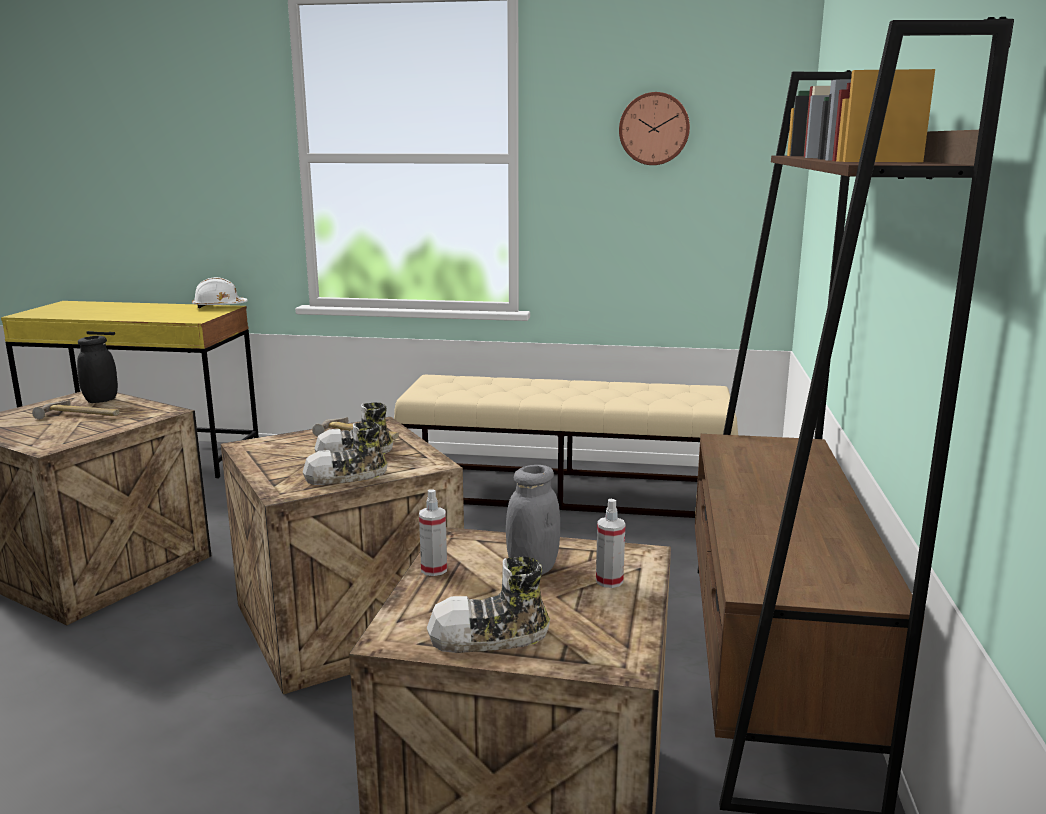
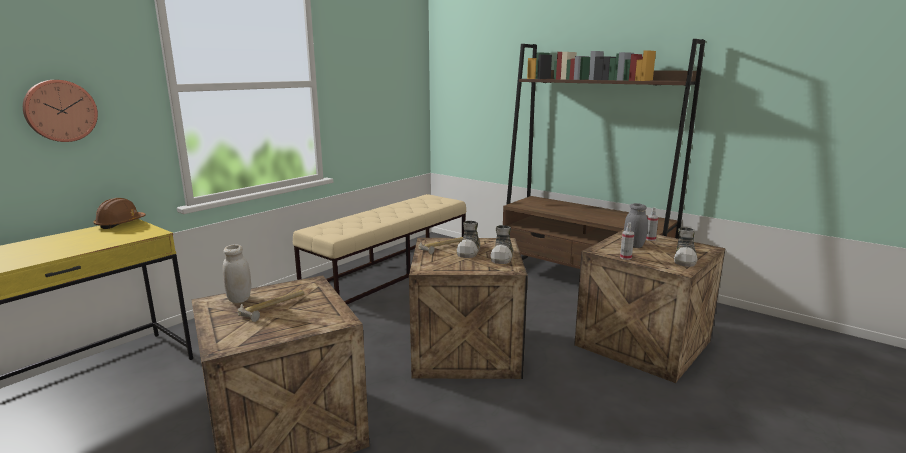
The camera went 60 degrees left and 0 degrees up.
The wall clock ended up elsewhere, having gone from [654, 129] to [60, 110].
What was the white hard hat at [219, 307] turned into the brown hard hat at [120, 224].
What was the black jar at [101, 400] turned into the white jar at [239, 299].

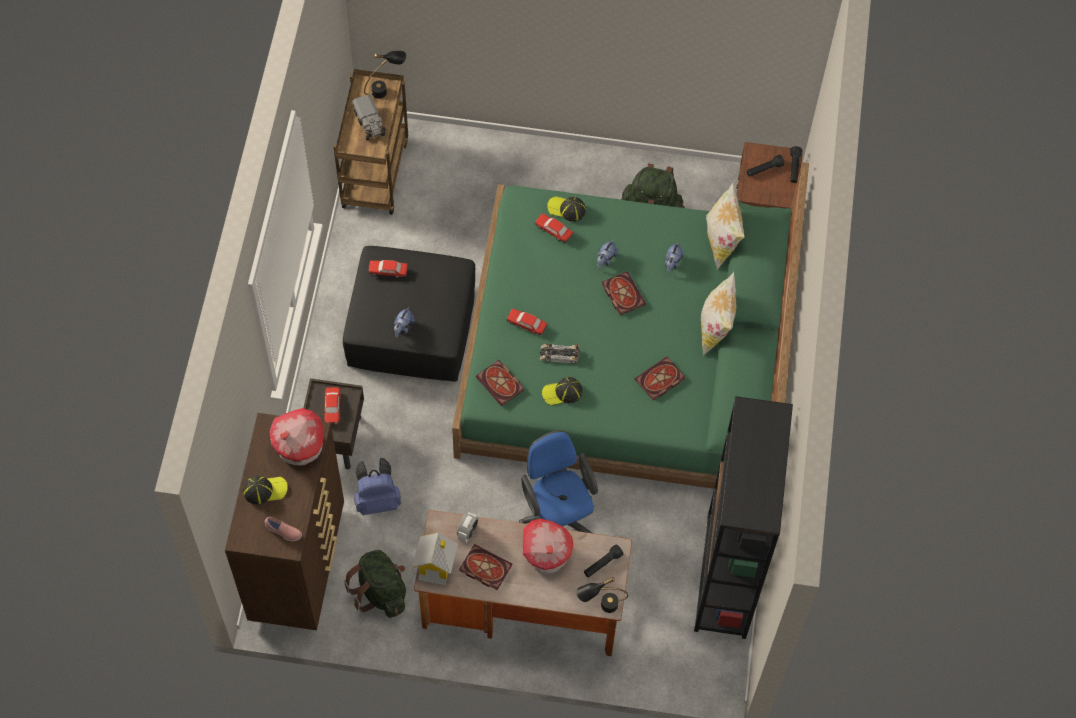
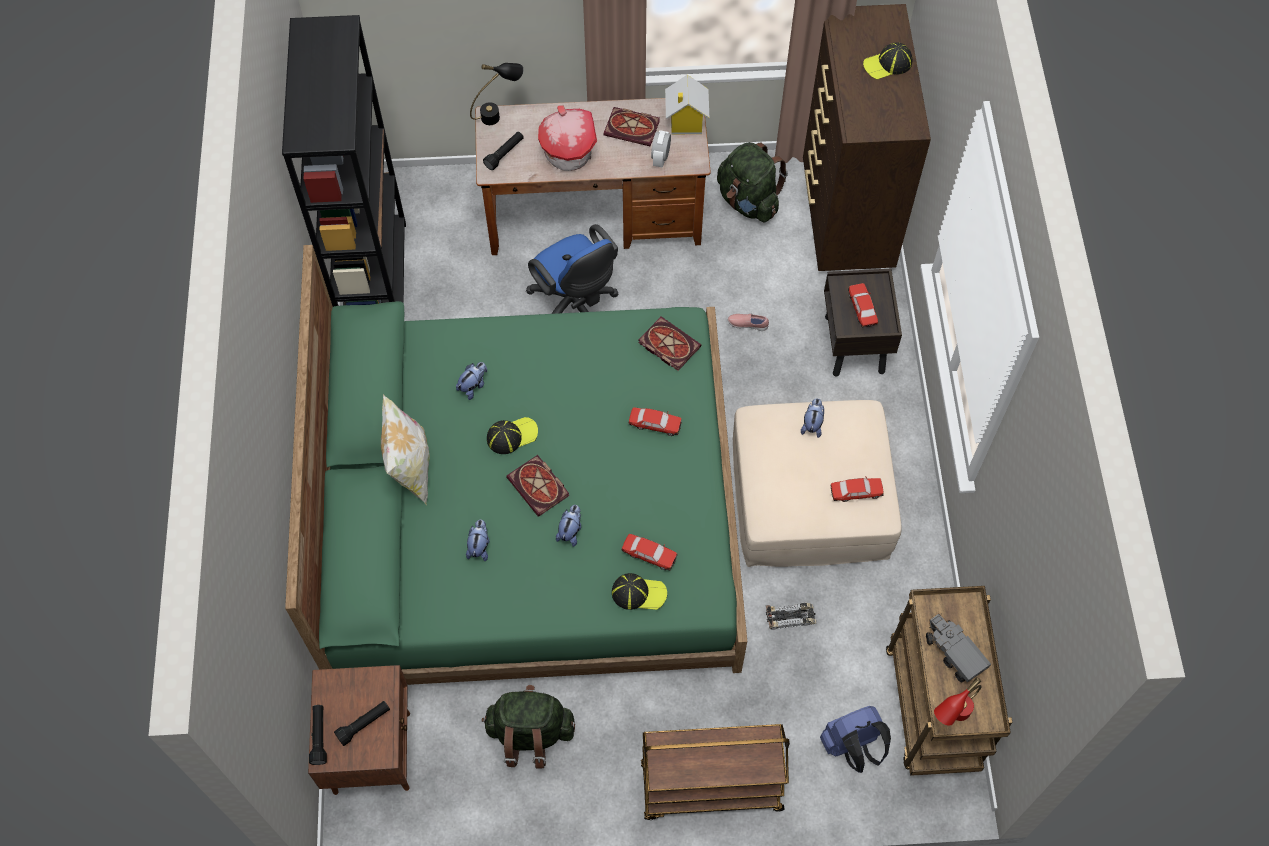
The camera went 170 degrees right and 0 degrees up.
Where the book stood at [659, 380], the plush toy came to stand at [473, 386].
The cap ended up elsewhere, having gone from [562, 392] to [512, 435].
The second view gained the brown cart at [710, 788].
The pink shoe ended up elsewhere, having gone from [283, 532] to [747, 324].
What was the black ottoman at [412, 326] turned into the beige ottoman at [808, 498].
The toy car ended up elsewhere, having gone from [559, 355] to [790, 617].
The blue backpack ended up elsewhere, having gone from [377, 500] to [852, 746].
What was the black table lamp at [386, 89] turned into the red table lamp at [951, 717].
The second view lost the toy house at [300, 447].
The second view lost the pillow at [721, 241].

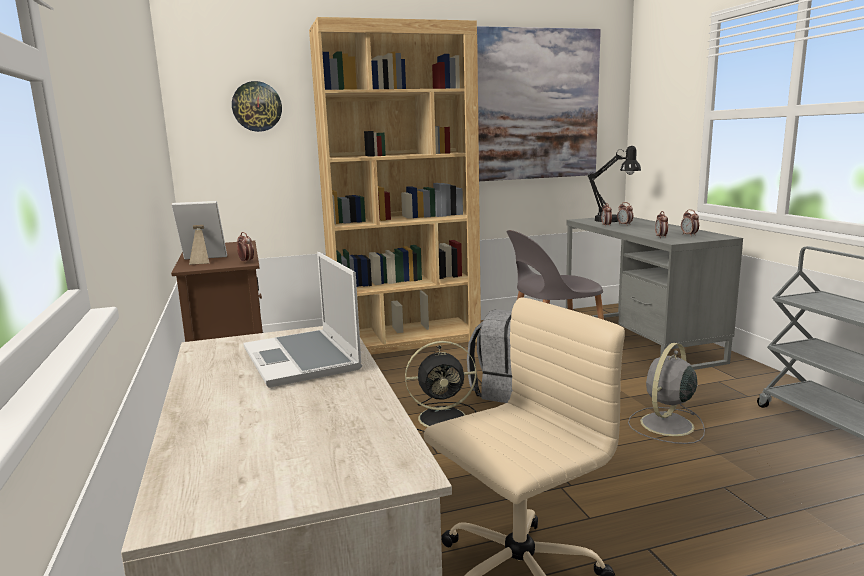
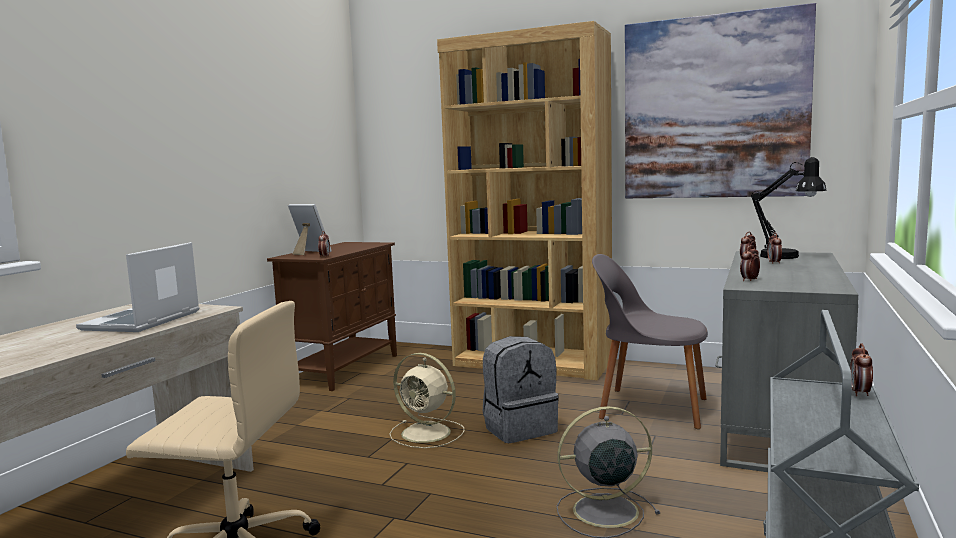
The camera went 40 degrees right and 5 degrees down.
What was the black fan at [444, 417] turned into the beige fan at [428, 433].
The alarm clock ended up elsewhere, having gone from [689, 235] to [860, 393].
The second view lost the wall clock at [257, 106].

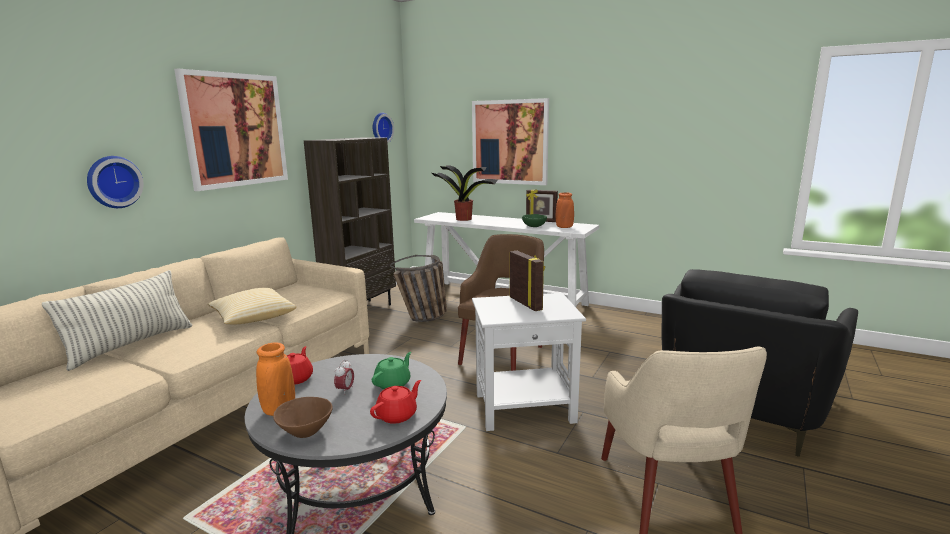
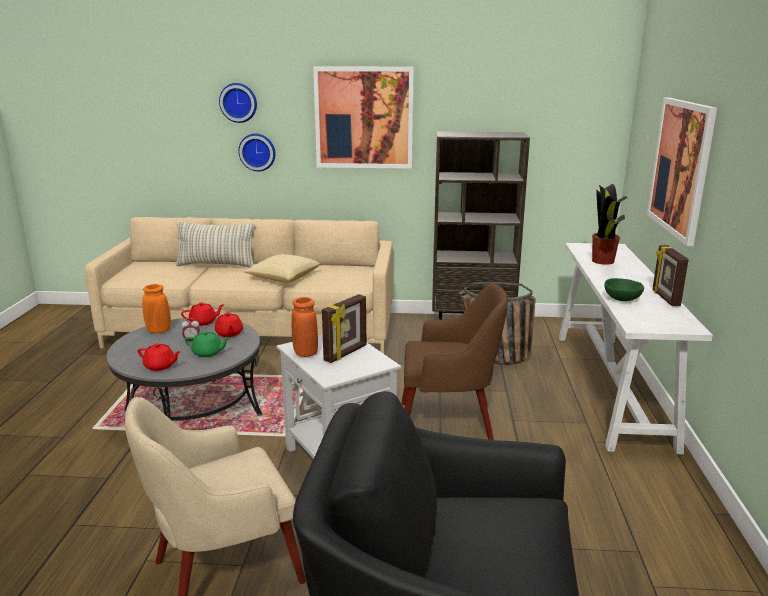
The camera went 65 degrees right and 5 degrees up.
The second view gained the red teapot at [229, 333].
The wall clock ended up elsewhere, having gone from [380, 128] to [239, 102].
The orange vase ended up elsewhere, having gone from [564, 227] to [305, 353].
The second view lost the brown bowl at [305, 431].

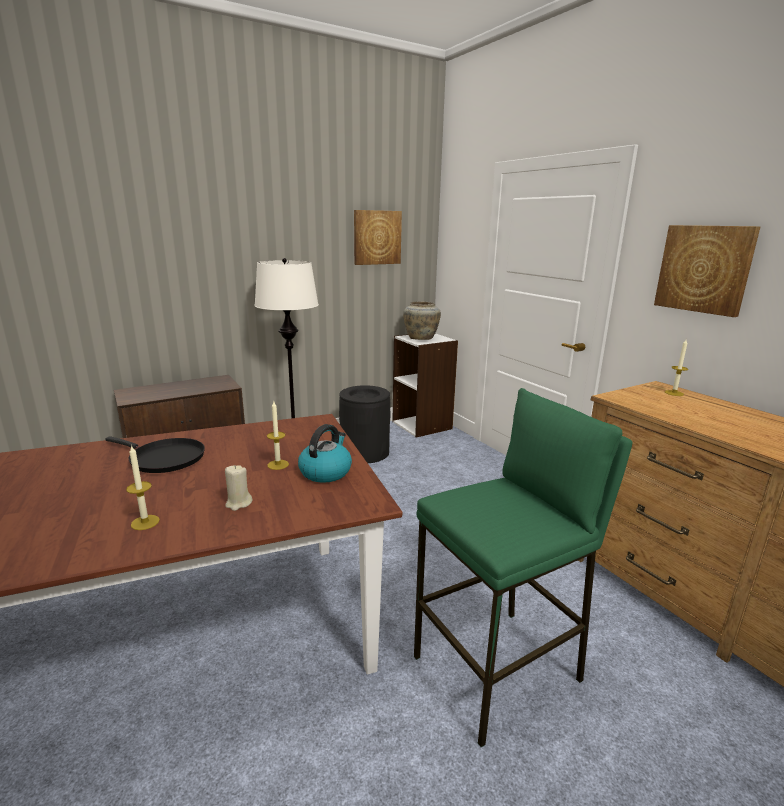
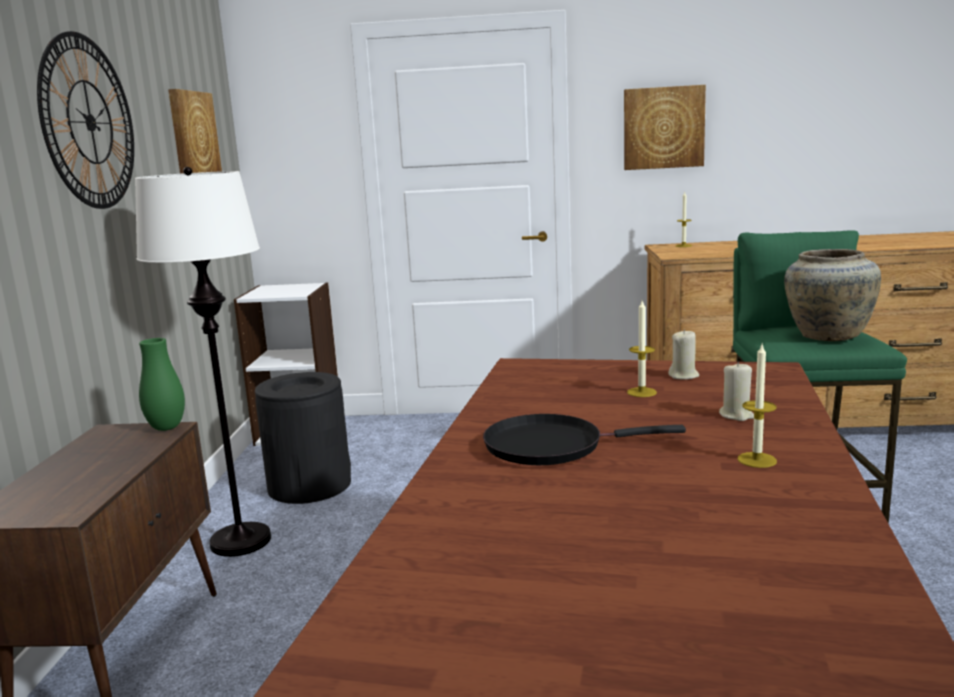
The camera went 55 degrees left and 5 degrees down.
The second view gained the wall clock at [89, 122].
The second view gained the green vase at [166, 428].
The black frying pan at [163, 459] ended up facing another way, 150 degrees counterclockwise from before.
Where the kettle stood at [325, 472], the beige candle came to stand at [683, 376].
The beige vase ended up elsewhere, having gone from [421, 338] to [827, 335].

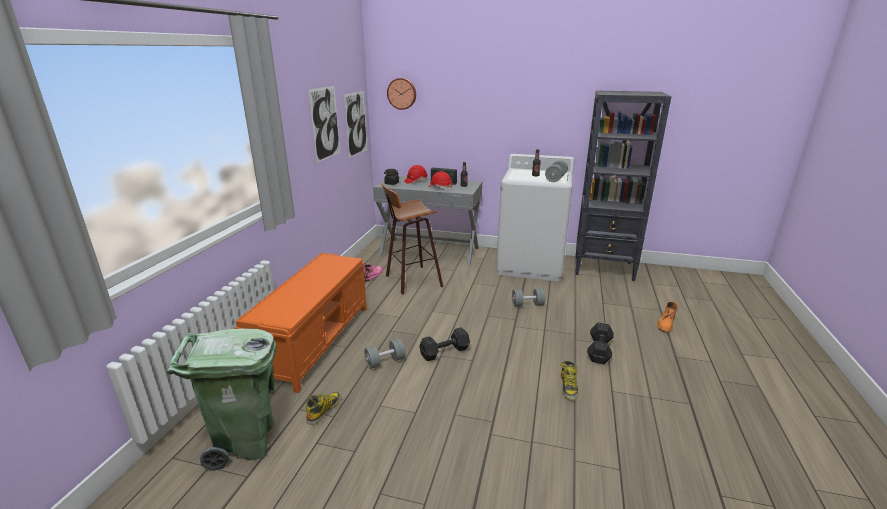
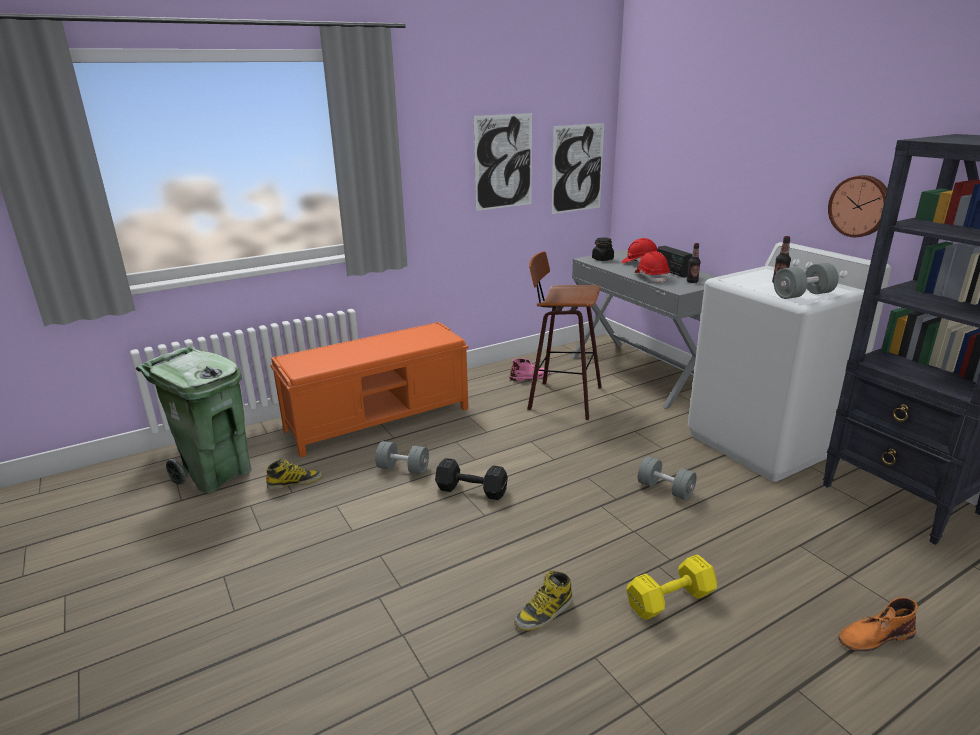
The camera went 45 degrees right and 0 degrees up.
What was the black dumbbell at [599, 350] turned into the yellow dumbbell at [672, 600].
The wall clock ended up elsewhere, having gone from [402, 93] to [860, 206].

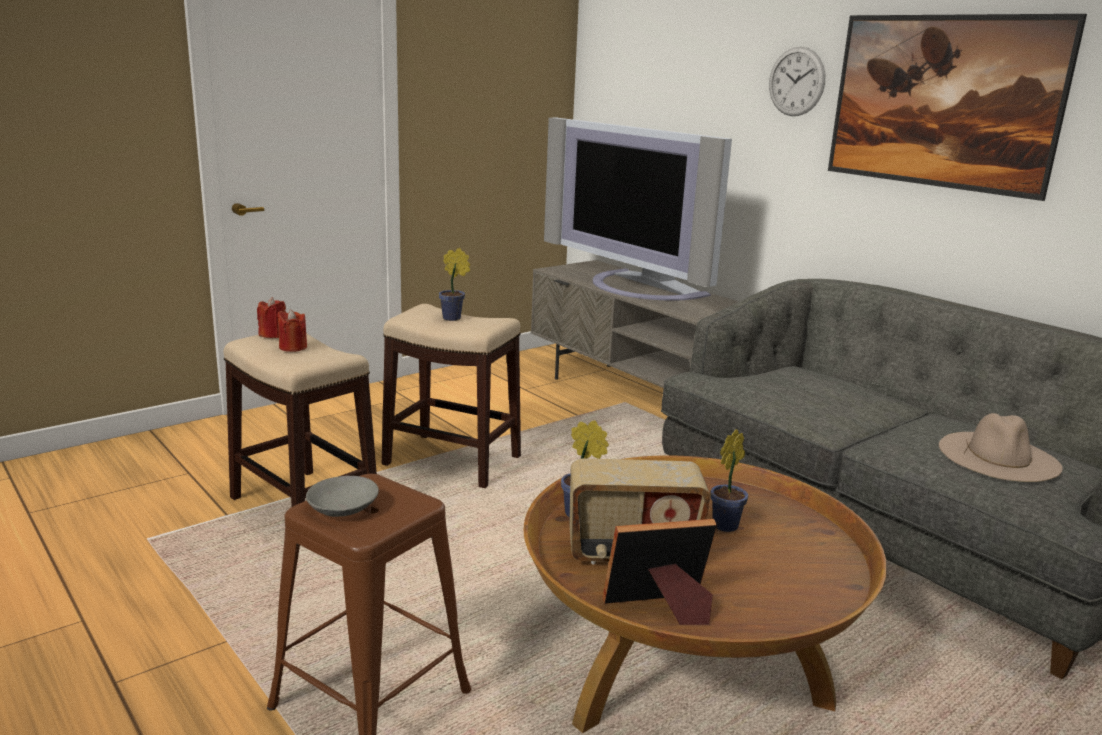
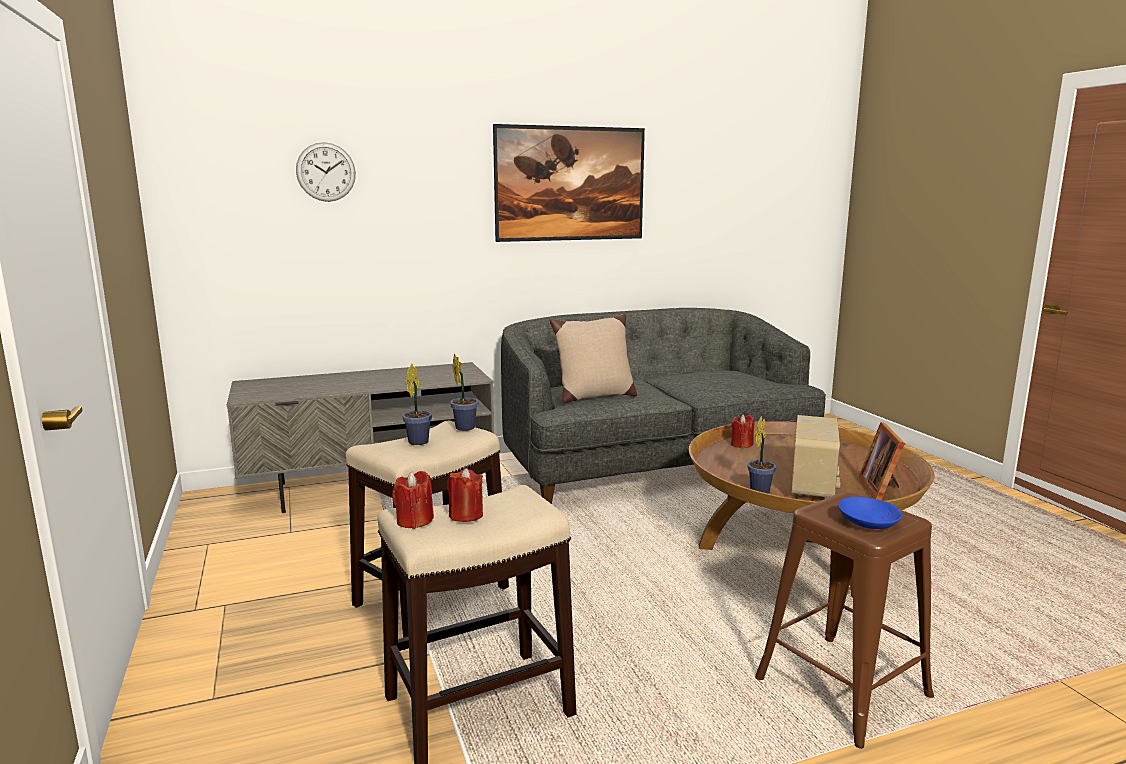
The camera went 70 degrees left and 5 degrees down.
The wall clock ended up elsewhere, having gone from [796, 81] to [326, 172].
The potted plant ended up elsewhere, having gone from [727, 524] to [464, 427].
The second view gained the beige pillow at [594, 396].
The second view gained the red candle at [741, 445].
What was the grey bowl at [342, 509] turned into the blue bowl at [869, 523].
The second view lost the television at [637, 287].
The second view lost the beige hat at [998, 456].

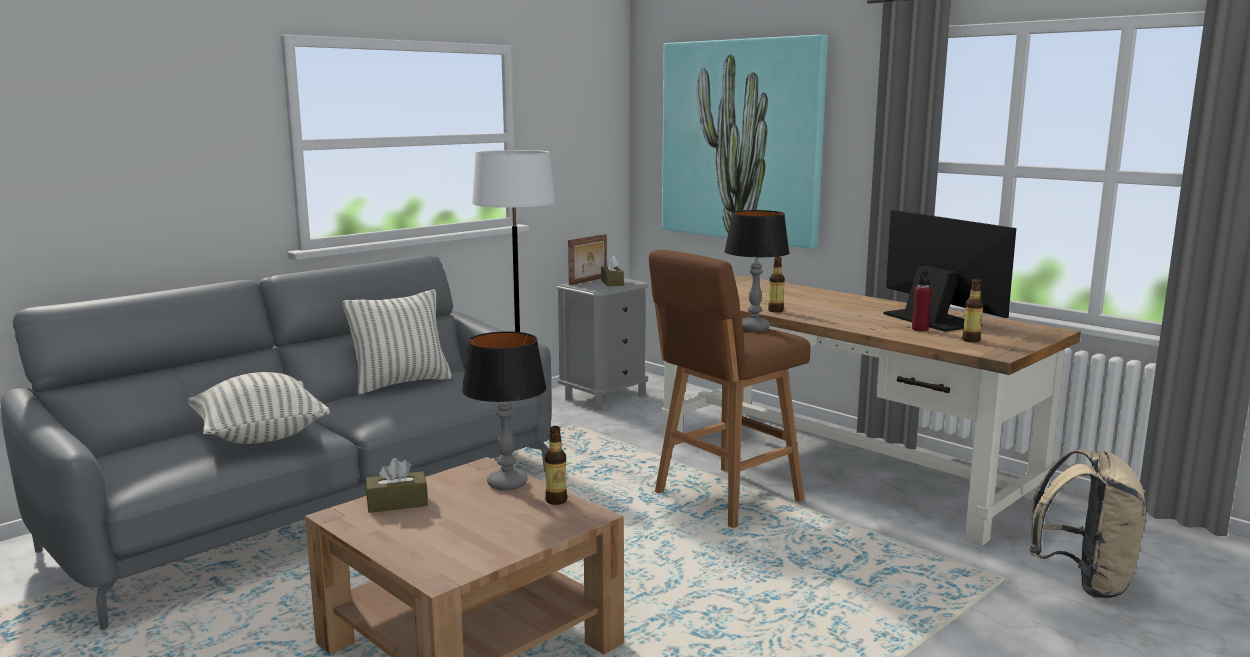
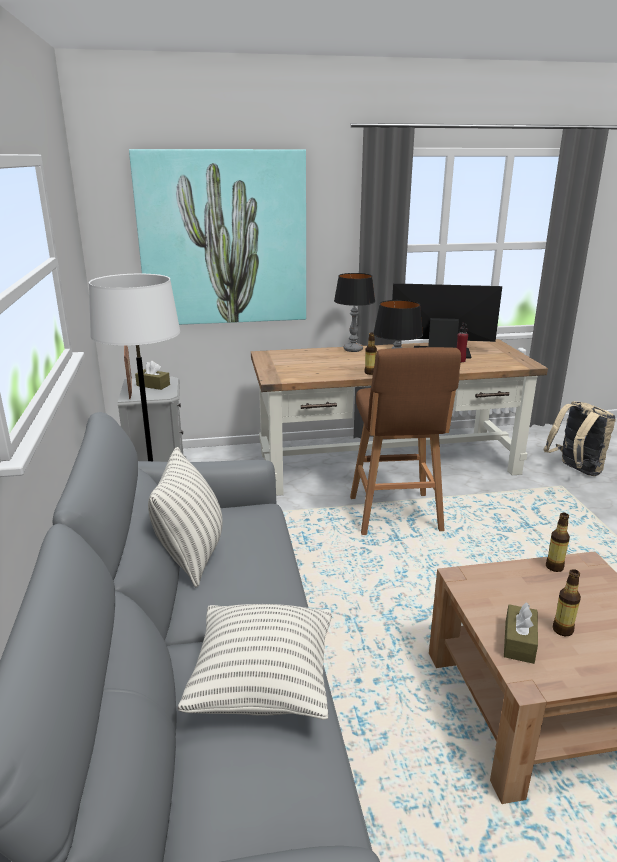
The camera went 55 degrees left and 10 degrees up.
The table lamp ended up elsewhere, having gone from [507, 484] to [353, 349].
The bottle ended up elsewhere, having gone from [971, 340] to [562, 630].

